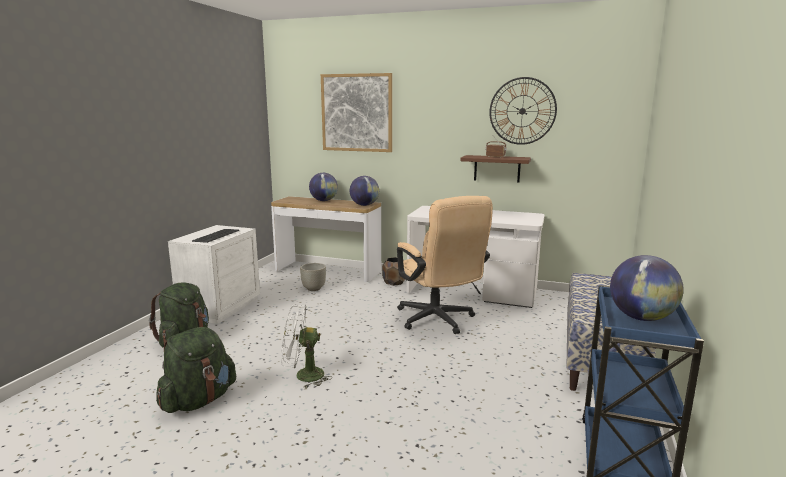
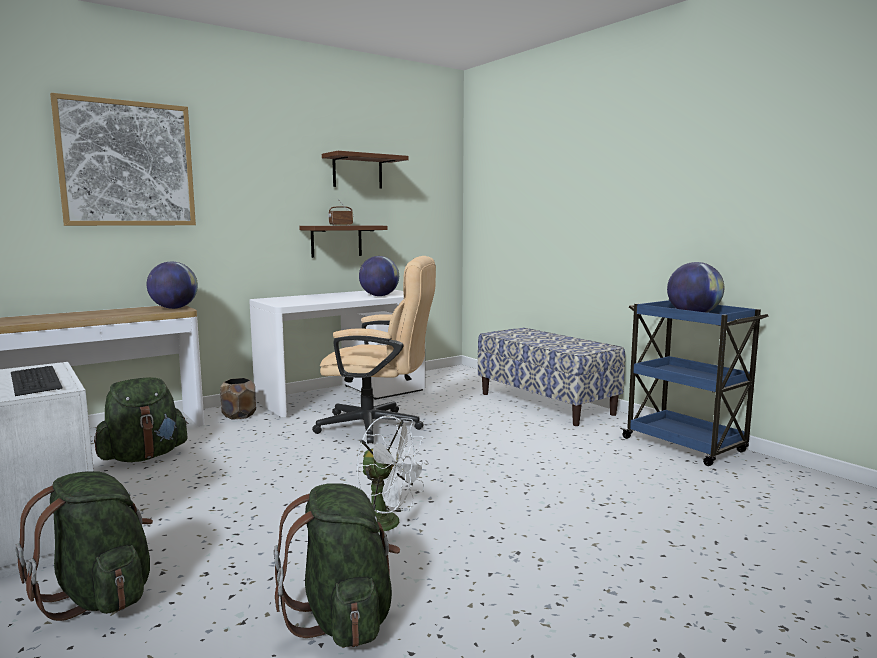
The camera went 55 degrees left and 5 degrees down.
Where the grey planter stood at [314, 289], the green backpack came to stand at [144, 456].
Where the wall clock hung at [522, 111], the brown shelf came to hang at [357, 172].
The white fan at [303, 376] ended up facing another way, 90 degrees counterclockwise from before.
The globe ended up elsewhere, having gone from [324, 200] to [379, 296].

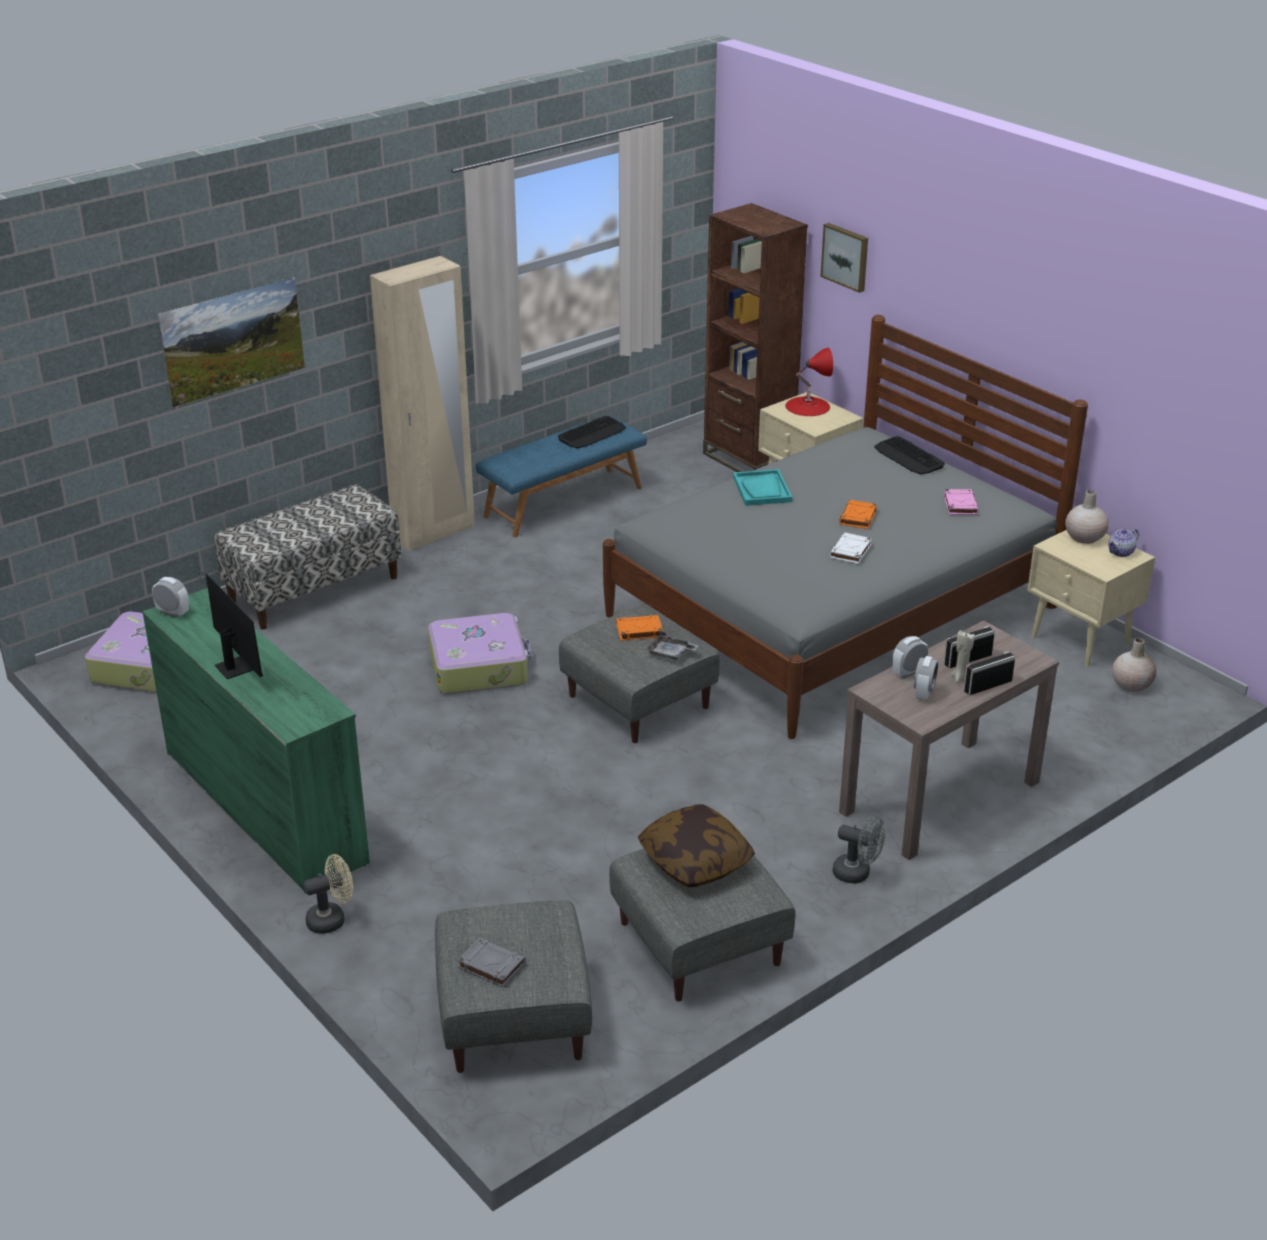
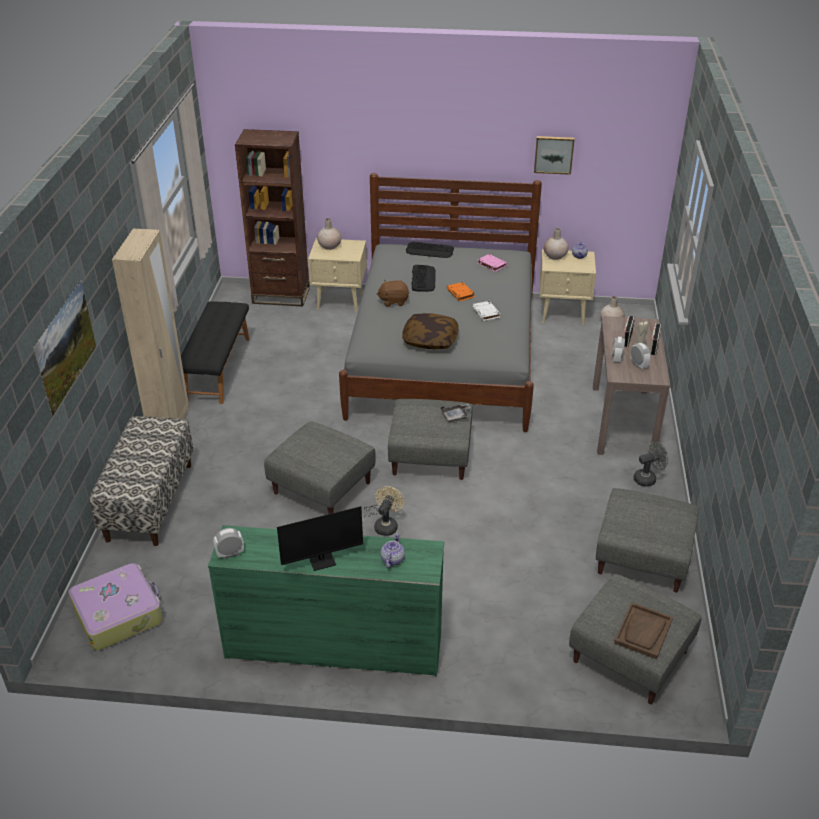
The camera went 45 degrees left and 5 degrees up.
What was the blue bench at [563, 501] turned into the black bench at [217, 368].
Where the suitcase stood at [479, 666], the grey ottoman came to stand at [321, 488].
The monitor at [233, 664] ended up facing another way, 150 degrees clockwise from before.
Where the red table lamp stood at [807, 406], the beige vase came to stand at [329, 246].
The beige fan ended up elsewhere, having gone from [332, 919] to [387, 525].
Where the turquoise tray stood at [762, 489], the brown plush toy came to stand at [393, 301].
The second view gained the teapot at [392, 559].
The pillow ended up elsewhere, having gone from [695, 861] to [430, 340].
The keyboard ended up elsewhere, having gone from [592, 433] to [423, 279].
The picture ended up elsewhere, having gone from [846, 256] to [553, 154].
Where the grey book stood at [490, 965], the brown tray came to stand at [643, 632].
The second view lost the orange book at [639, 631].

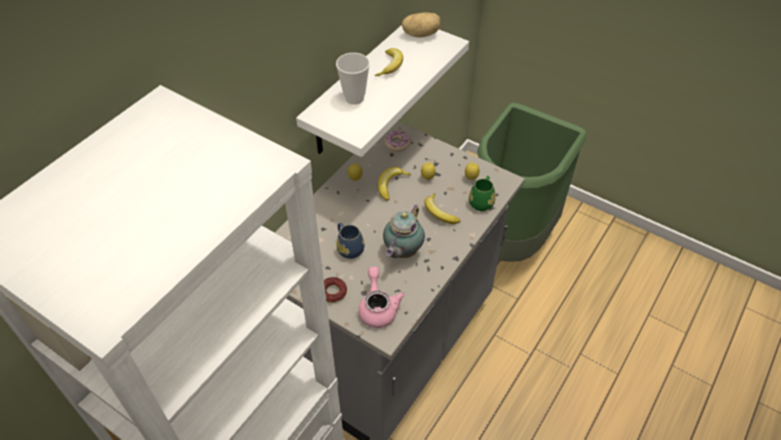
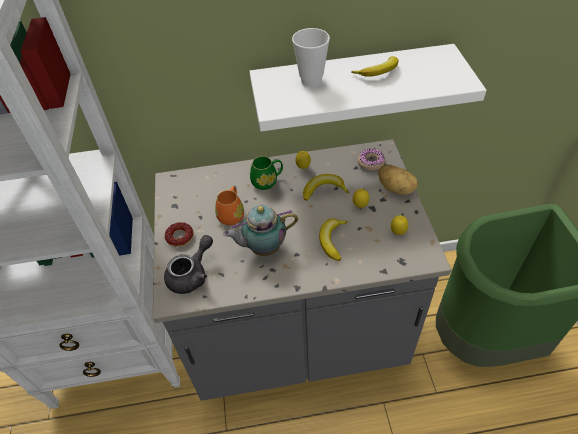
The camera went 50 degrees right and 0 degrees up.
What was the pink teapot at [378, 307] turned into the grey teapot at [192, 275].
What was the blue mug at [348, 248] turned into the orange mug at [232, 214].
The green mug ended up elsewhere, having gone from [482, 201] to [267, 181].
The potato ended up elsewhere, having gone from [421, 34] to [396, 188].

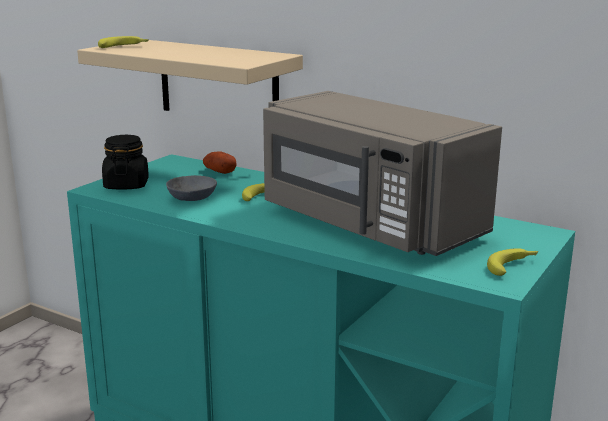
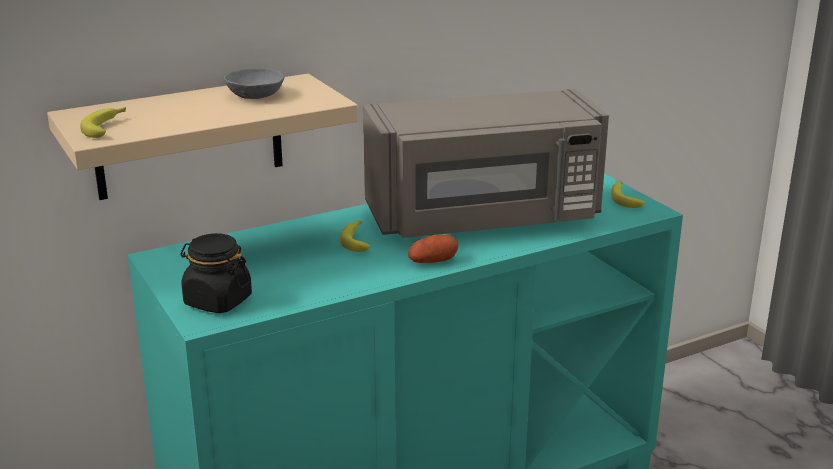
The camera went 60 degrees left and 5 degrees up.
The grey bowl ended up elsewhere, having gone from [192, 198] to [257, 95].
The potato ended up elsewhere, having gone from [219, 172] to [432, 261].

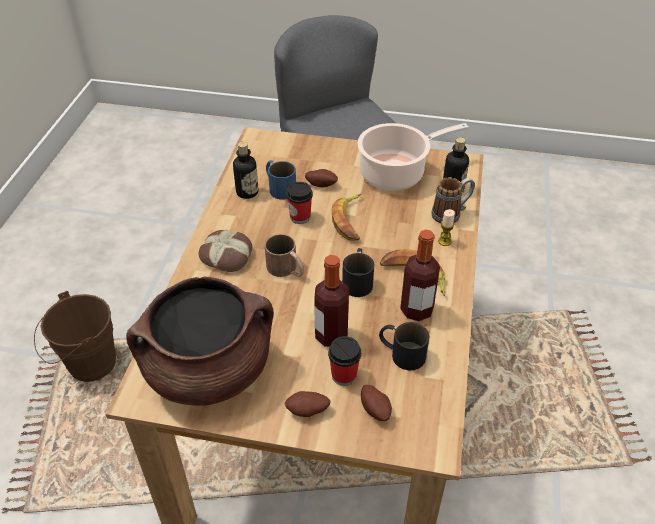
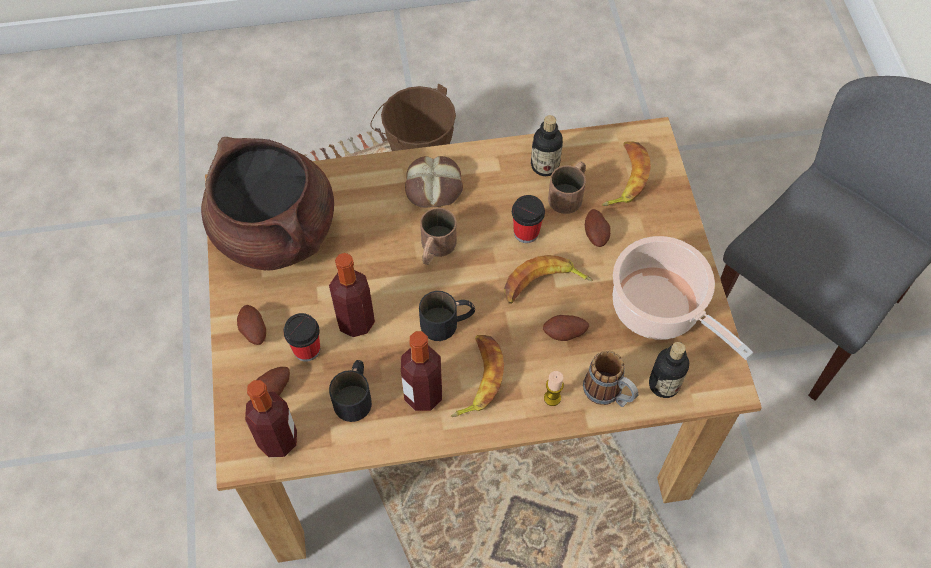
The camera went 70 degrees right and 15 degrees up.
The second view gained the bottle at [278, 440].
The second view gained the potato at [564, 334].
What was the blue mug at [279, 187] turned into the brown mug at [569, 193].
The second view gained the banana at [625, 178].

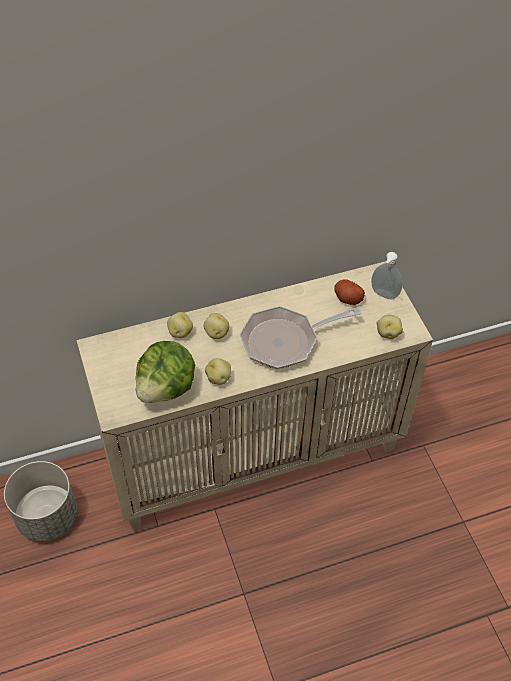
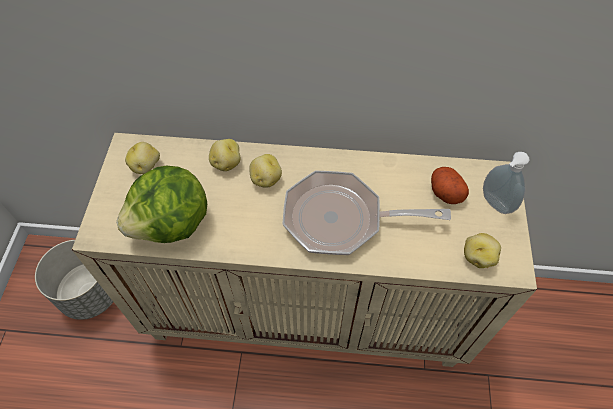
The camera went 25 degrees right and 5 degrees up.
The potato ended up elsewhere, having gone from [219, 377] to [146, 166].

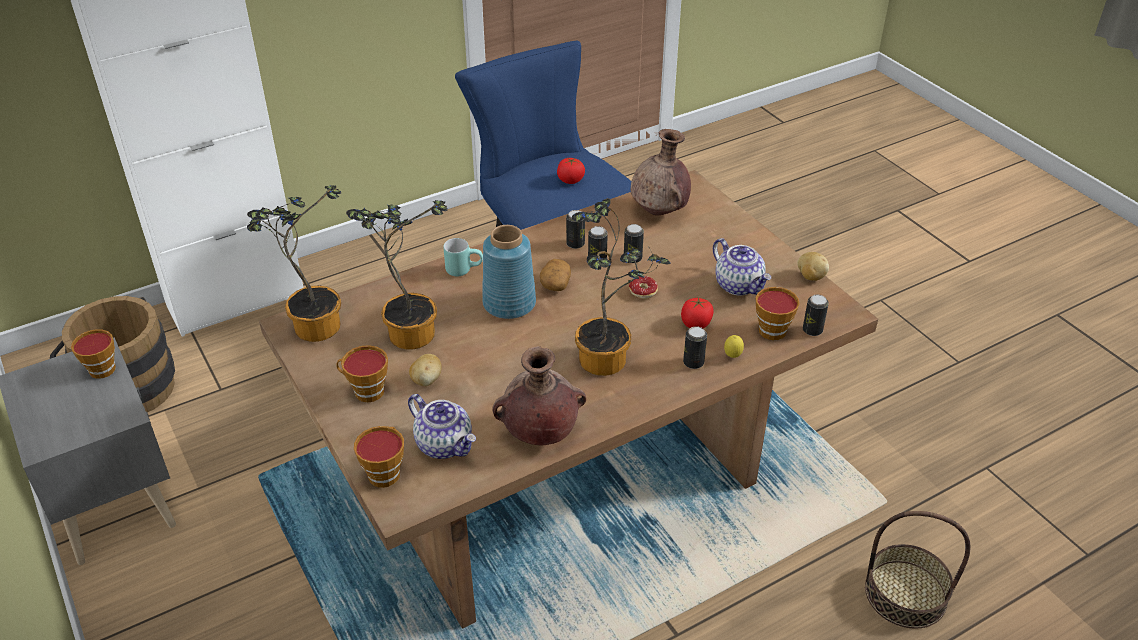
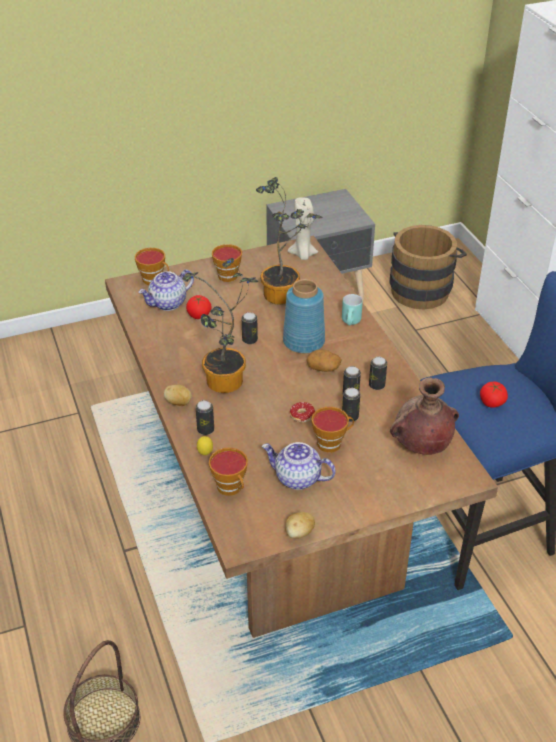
The camera went 100 degrees right and 0 degrees up.
The potato ended up elsewhere, having gone from [426, 380] to [178, 403].
The tomato ended up elsewhere, having gone from [696, 323] to [199, 315].
The can ended up elsewhere, having gone from [812, 330] to [249, 340].
The teapot at [739, 285] ended up facing another way, 45 degrees clockwise from before.
Where the potted plant stood at [312, 324], the beige candle came to stand at [303, 255].
The cup ended up elsewhere, having gone from [101, 367] to [332, 443].
The second view lost the brown vase at [539, 433].

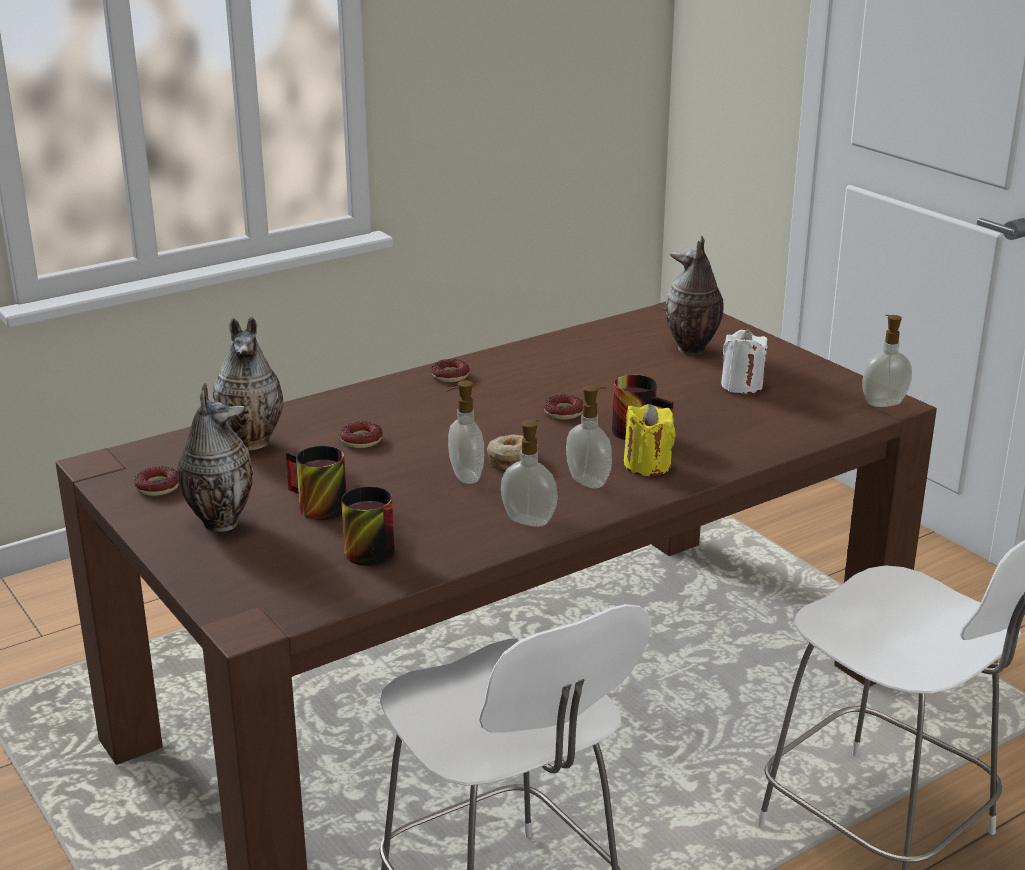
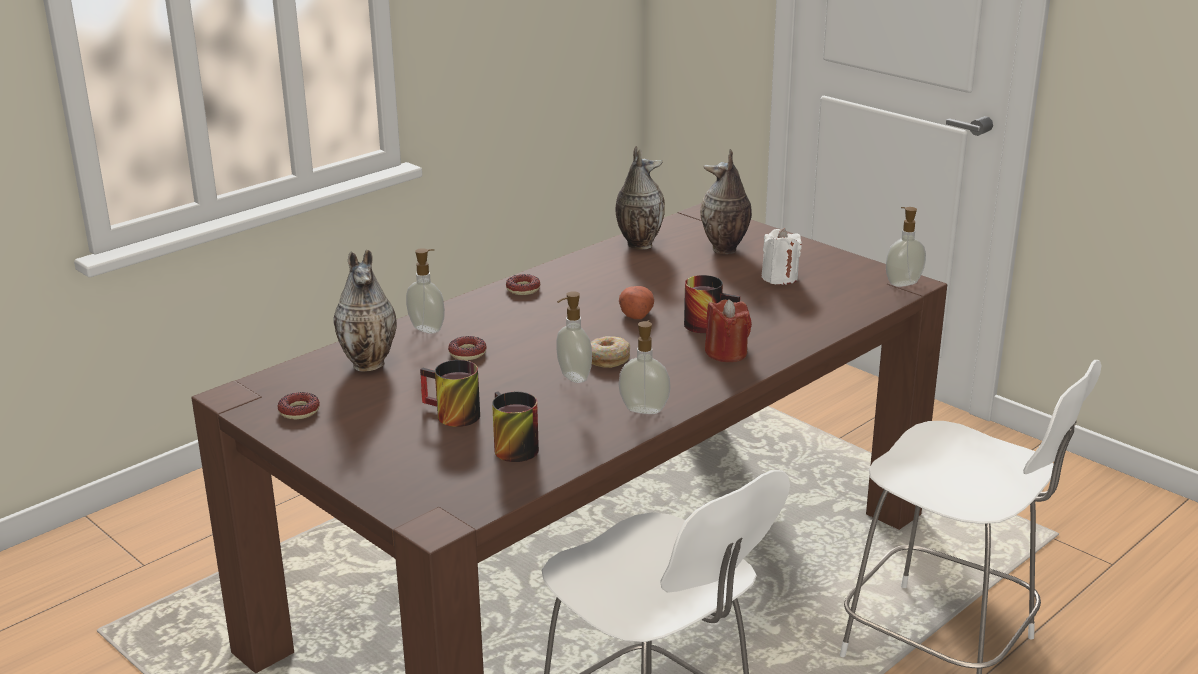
The camera went 10 degrees left and 0 degrees up.
The soap dispenser ended up elsewhere, having gone from [589, 481] to [428, 328].
The vase ended up elsewhere, having gone from [219, 521] to [638, 244].
Where the donut stood at [563, 412], the potato came to stand at [636, 313].
What was the yellow candle at [647, 465] turned into the red candle at [726, 353].

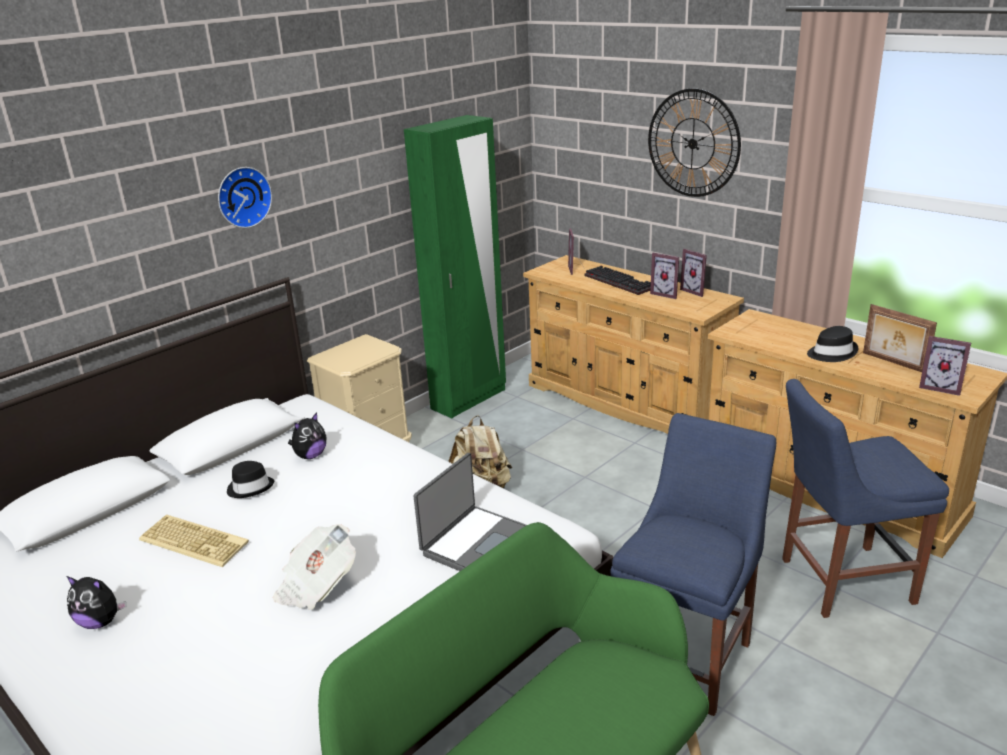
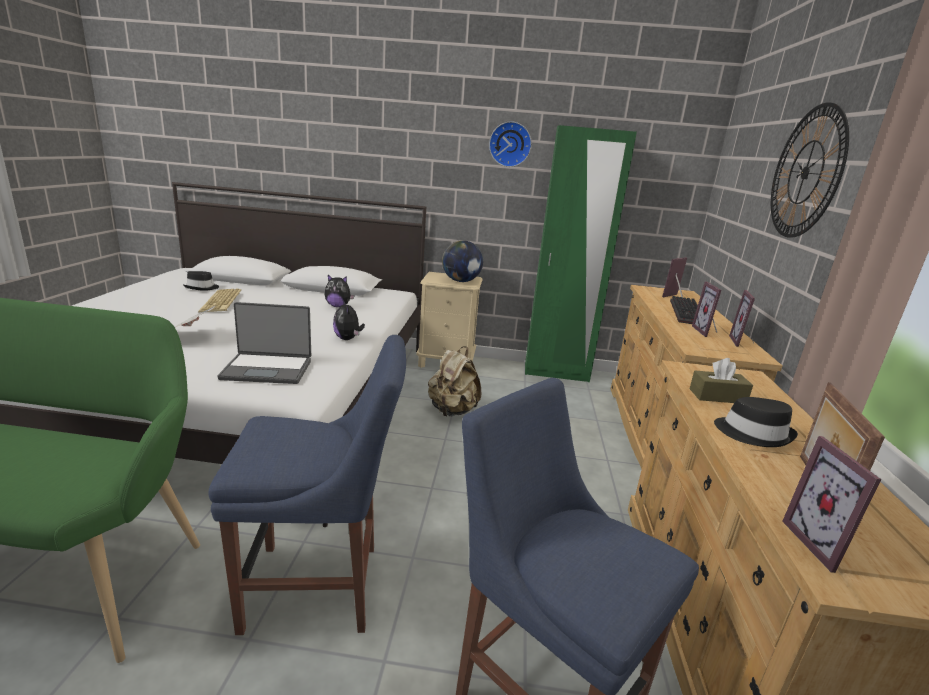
The camera went 50 degrees right and 5 degrees down.
The black hat ended up elsewhere, having gone from [250, 487] to [202, 288].
The plush toy ended up elsewhere, having gone from [100, 622] to [348, 339].
The second view gained the globe at [461, 281].
The wall clock ended up elsewhere, having gone from [242, 197] to [510, 144].
The second view gained the brown tissue box at [717, 396].

